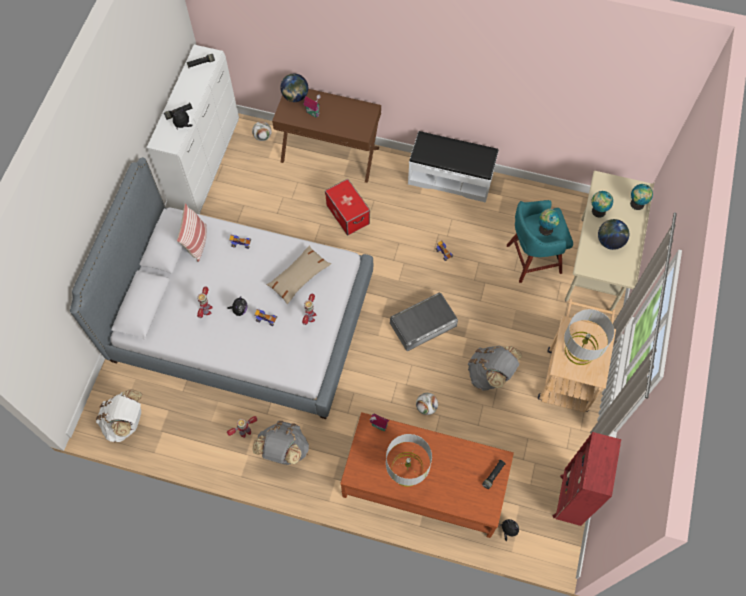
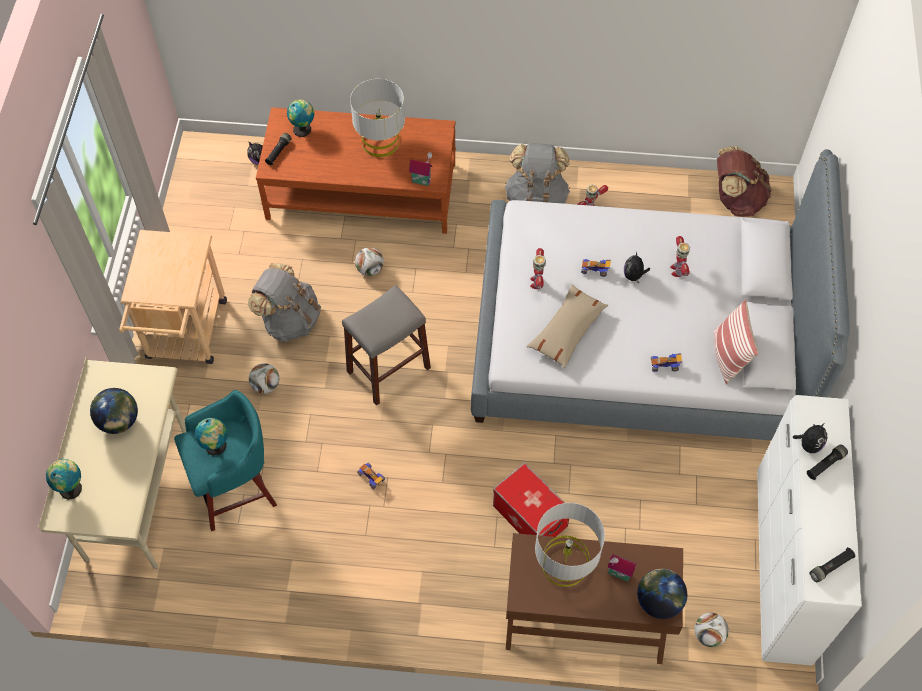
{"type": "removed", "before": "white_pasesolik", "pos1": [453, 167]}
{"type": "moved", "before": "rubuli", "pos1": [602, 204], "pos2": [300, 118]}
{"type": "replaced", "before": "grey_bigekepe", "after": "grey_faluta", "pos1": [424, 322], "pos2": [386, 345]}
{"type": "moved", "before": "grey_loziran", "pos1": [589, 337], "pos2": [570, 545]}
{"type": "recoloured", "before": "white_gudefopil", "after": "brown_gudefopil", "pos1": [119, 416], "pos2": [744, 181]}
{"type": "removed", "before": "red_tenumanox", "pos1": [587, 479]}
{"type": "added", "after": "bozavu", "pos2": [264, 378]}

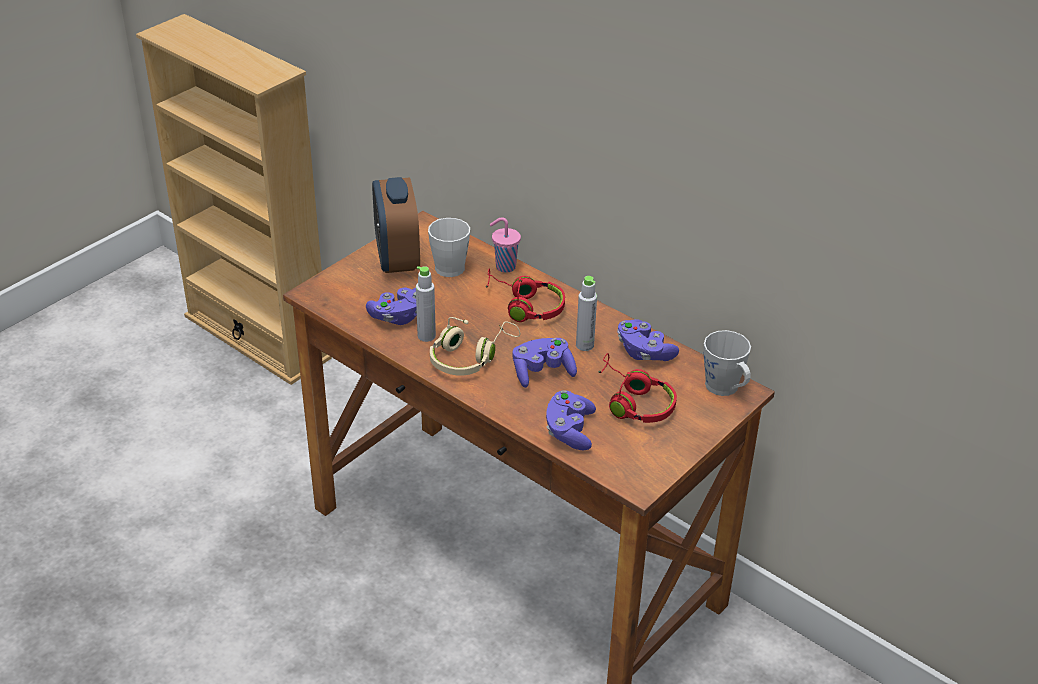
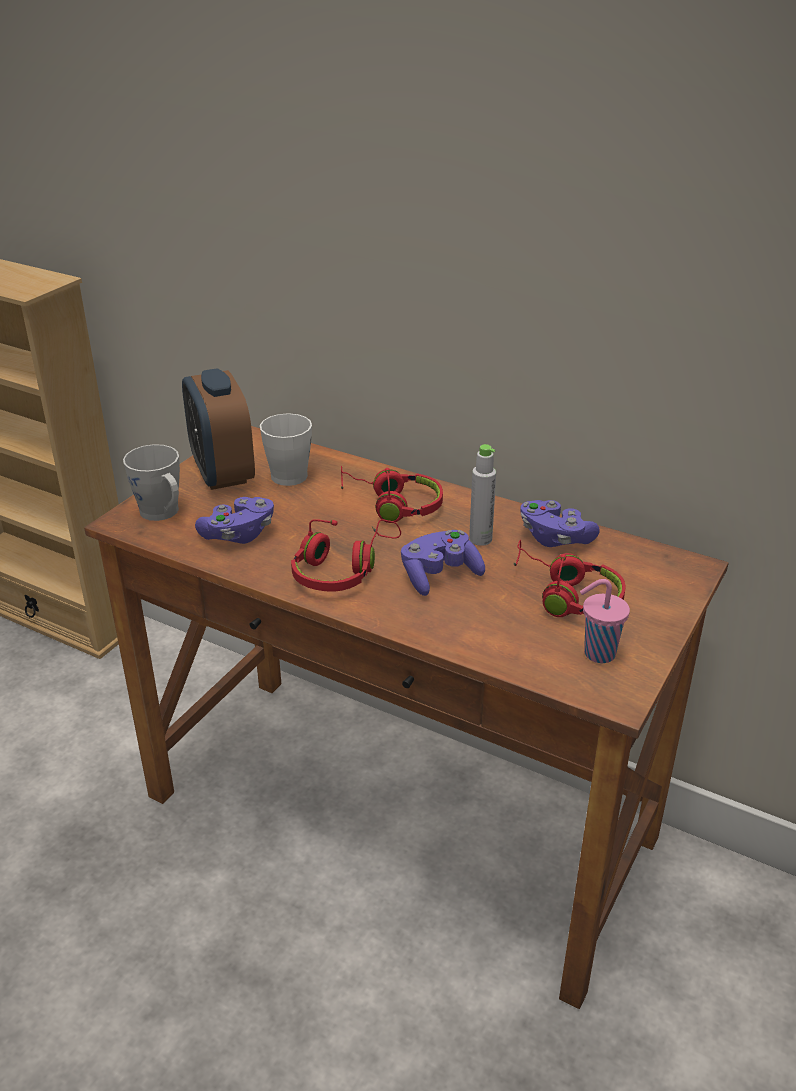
{"type": "moved", "before": "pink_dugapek", "pos1": [505, 245], "pos2": [605, 621]}
{"type": "removed", "before": "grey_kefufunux", "pos1": [426, 304]}
{"type": "recoloured", "before": "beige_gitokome", "after": "red_gitokome", "pos1": [475, 346], "pos2": [346, 555]}
{"type": "moved", "before": "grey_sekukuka", "pos1": [727, 363], "pos2": [151, 482]}
{"type": "removed", "before": "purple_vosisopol", "pos1": [571, 420]}

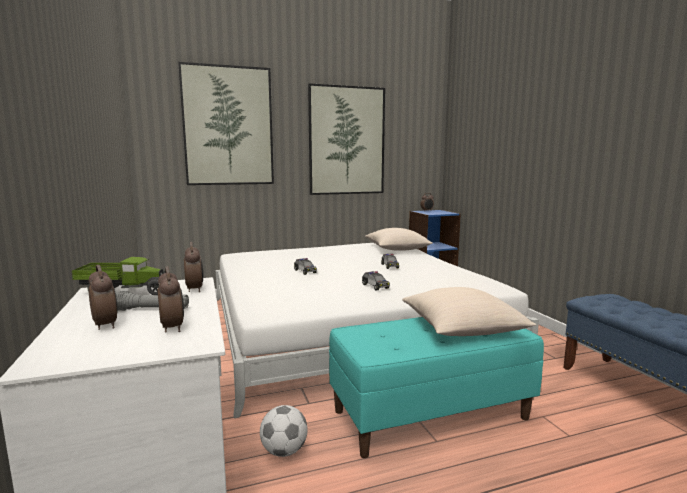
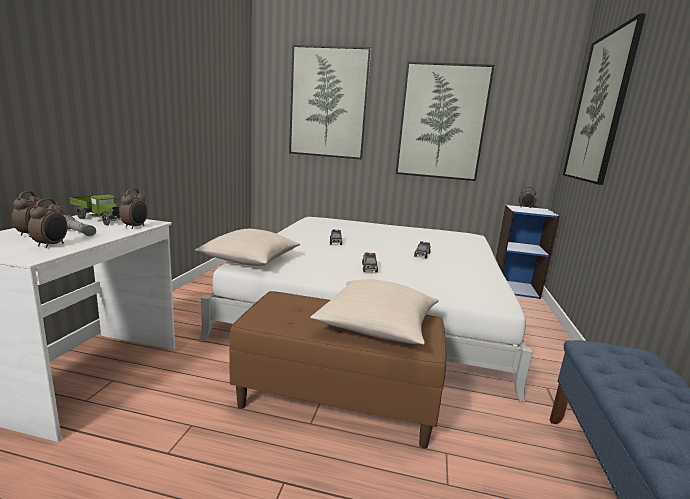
{"type": "moved", "before": "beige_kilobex", "pos1": [399, 239], "pos2": [247, 247]}
{"type": "recoloured", "before": "turquoise_pasesolik", "after": "brown_pasesolik", "pos1": [436, 387], "pos2": [337, 370]}
{"type": "removed", "before": "bozavu", "pos1": [284, 431]}
{"type": "added", "after": "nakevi", "pos2": [604, 99]}

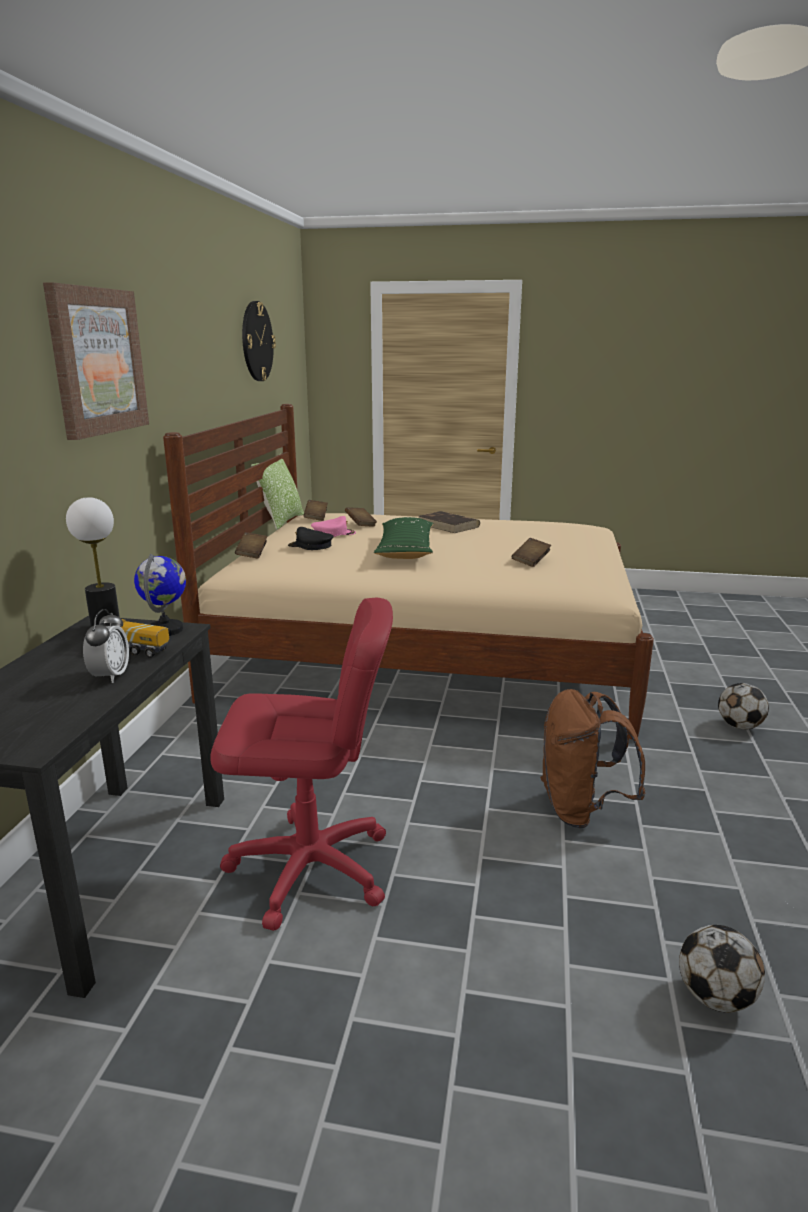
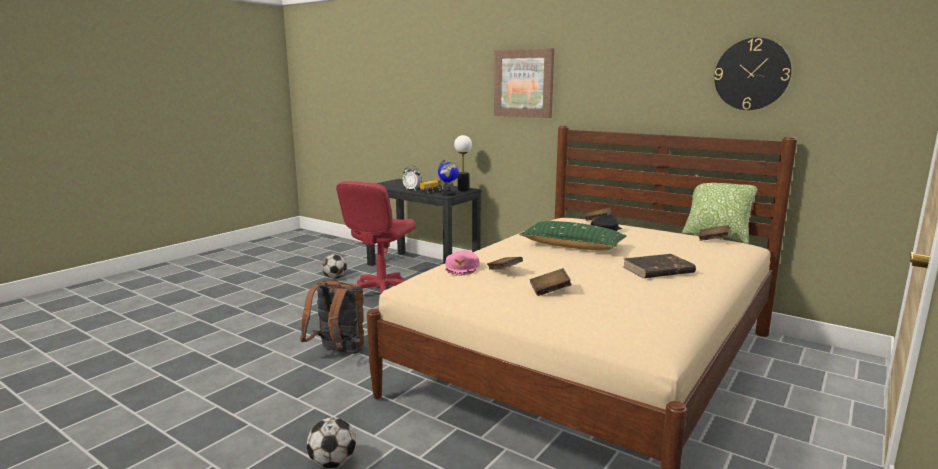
{"type": "moved", "before": "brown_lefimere", "pos1": [361, 517], "pos2": [551, 282]}
{"type": "moved", "before": "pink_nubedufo", "pos1": [333, 526], "pos2": [462, 263]}
{"type": "moved", "before": "bozavu", "pos1": [722, 969], "pos2": [334, 266]}

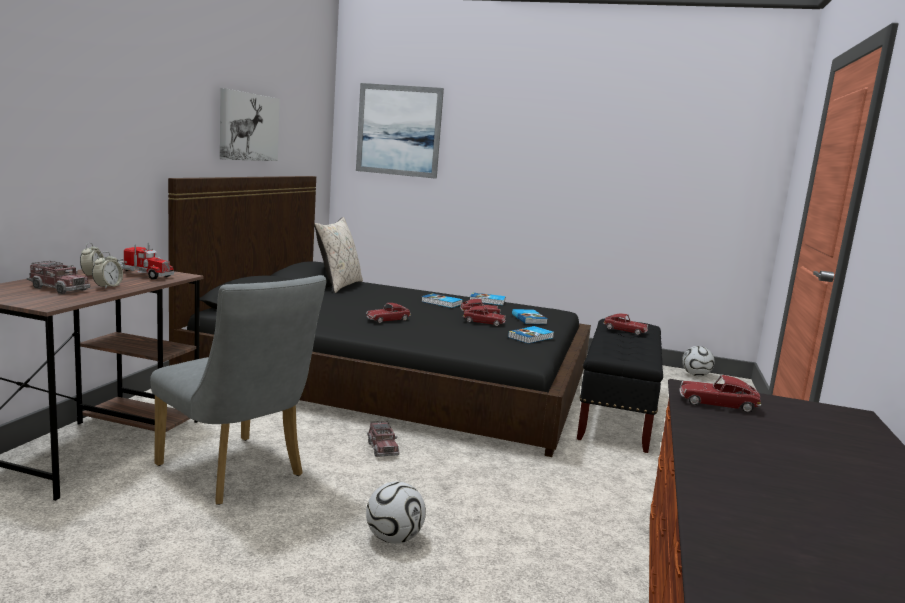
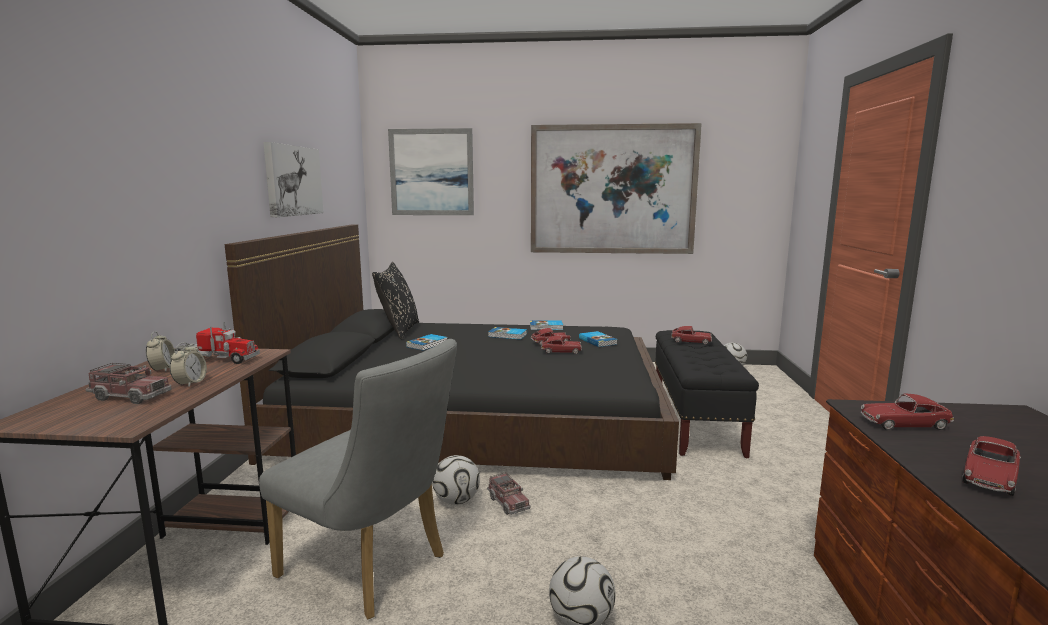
{"type": "recoloured", "before": "beige_kilobex", "after": "black_kilobex", "pos1": [338, 255], "pos2": [395, 300]}
{"type": "moved", "before": "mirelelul", "pos1": [388, 313], "pos2": [991, 466]}
{"type": "moved", "before": "lefimere", "pos1": [531, 335], "pos2": [426, 342]}
{"type": "added", "after": "nakevi", "pos2": [616, 188]}
{"type": "added", "after": "bozavu", "pos2": [456, 480]}

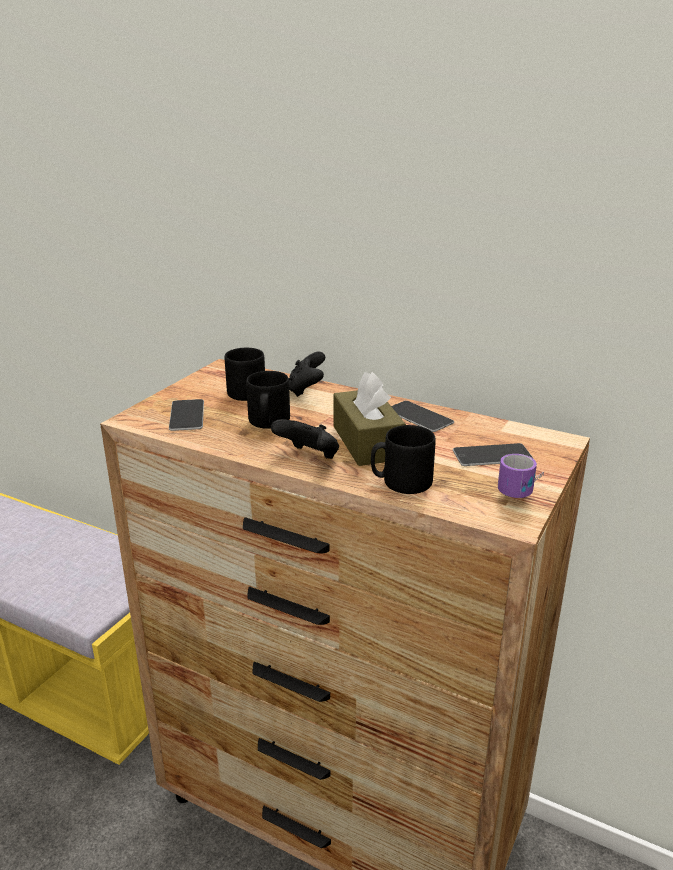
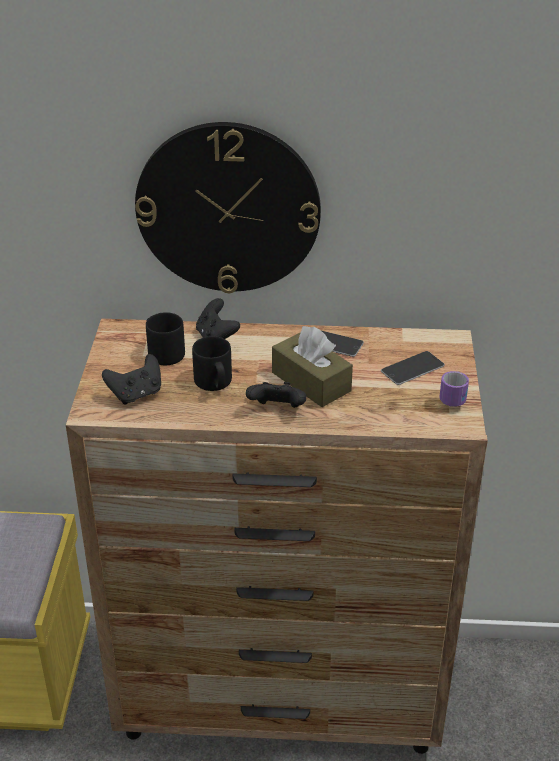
{"type": "replaced", "before": "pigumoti", "after": "black_vosisopol", "pos1": [186, 415], "pos2": [131, 379]}
{"type": "removed", "before": "black_sekukuka", "pos1": [403, 459]}
{"type": "added", "after": "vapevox", "pos2": [228, 207]}

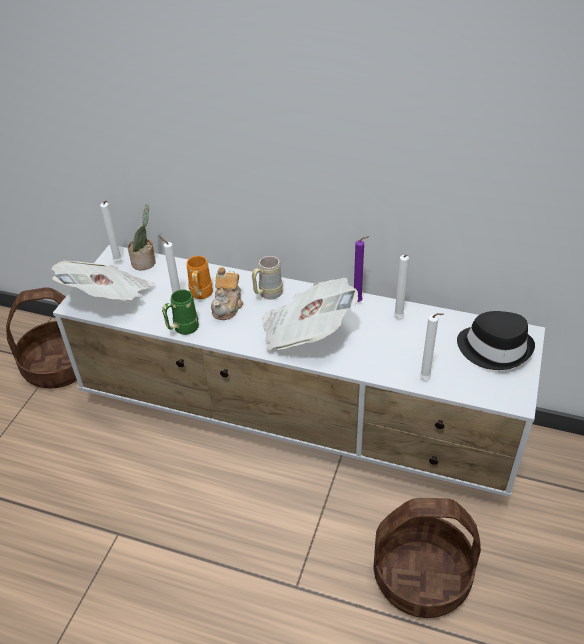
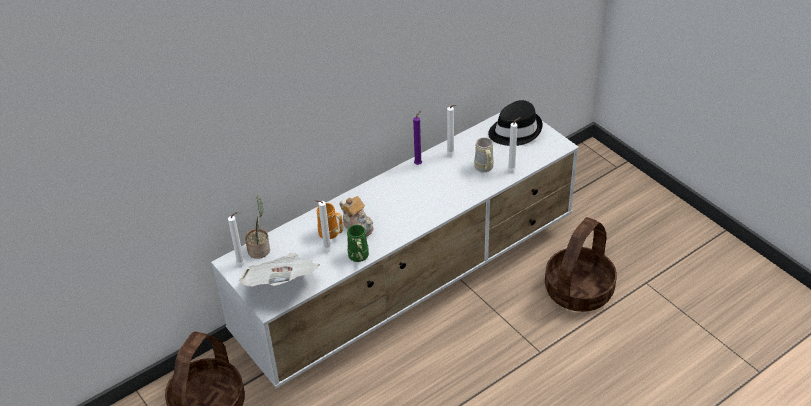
{"type": "moved", "before": "beige_sekukuka", "pos1": [267, 278], "pos2": [484, 154]}
{"type": "removed", "before": "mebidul", "pos1": [310, 314]}

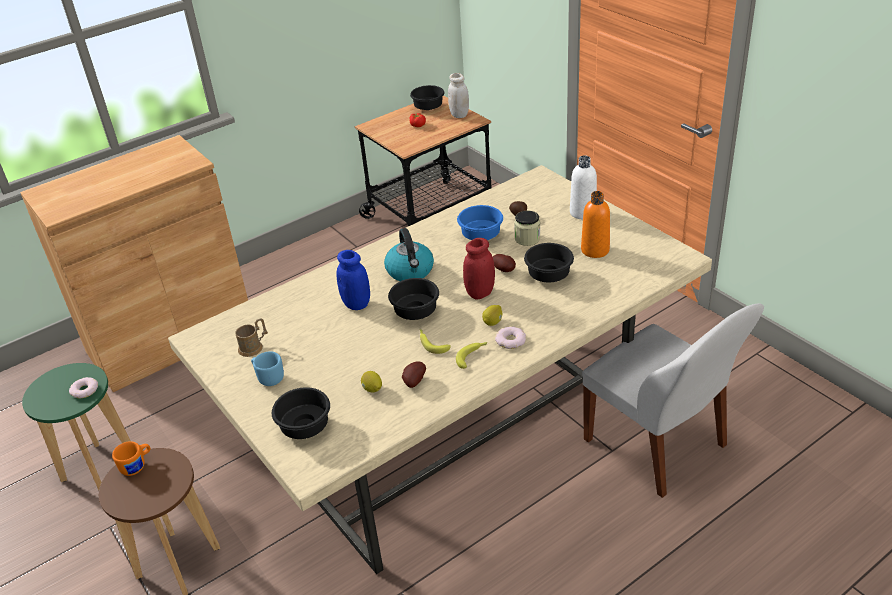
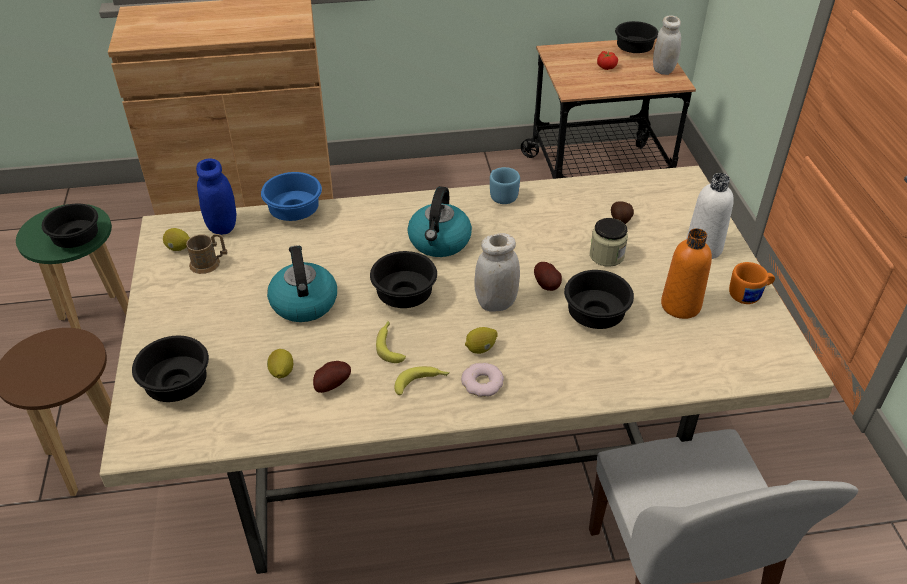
{"type": "moved", "before": "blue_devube", "pos1": [480, 222], "pos2": [291, 196]}
{"type": "recoloured", "before": "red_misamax", "after": "white_misamax", "pos1": [479, 269], "pos2": [497, 272]}
{"type": "moved", "before": "blue_misamax", "pos1": [353, 280], "pos2": [216, 197]}
{"type": "moved", "before": "blue_sekukuka", "pos1": [267, 368], "pos2": [505, 185]}
{"type": "replaced", "before": "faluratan", "after": "black_devube", "pos1": [83, 387], "pos2": [70, 225]}
{"type": "moved", "before": "orange_sekukuka", "pos1": [131, 458], "pos2": [752, 283]}
{"type": "added", "after": "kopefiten", "pos2": [176, 239]}
{"type": "added", "after": "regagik", "pos2": [302, 283]}

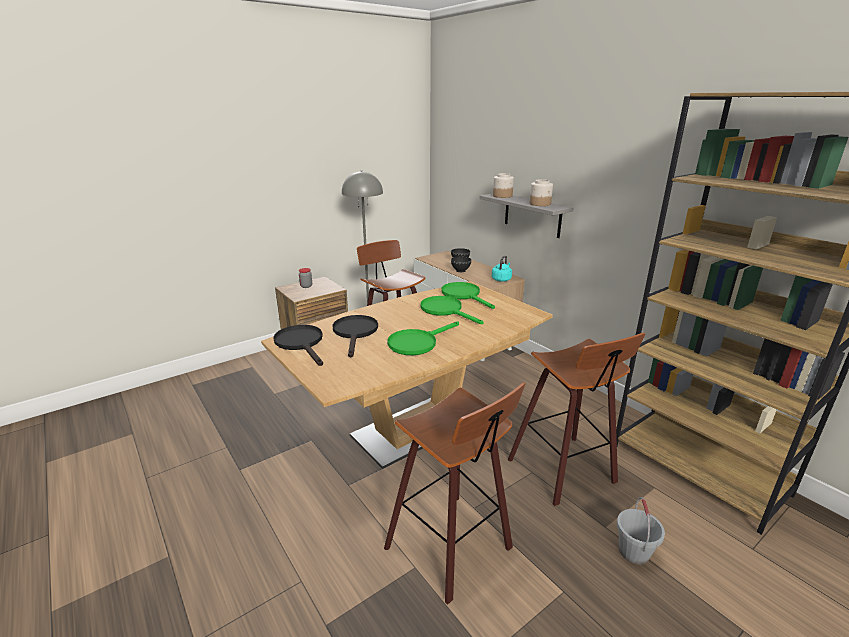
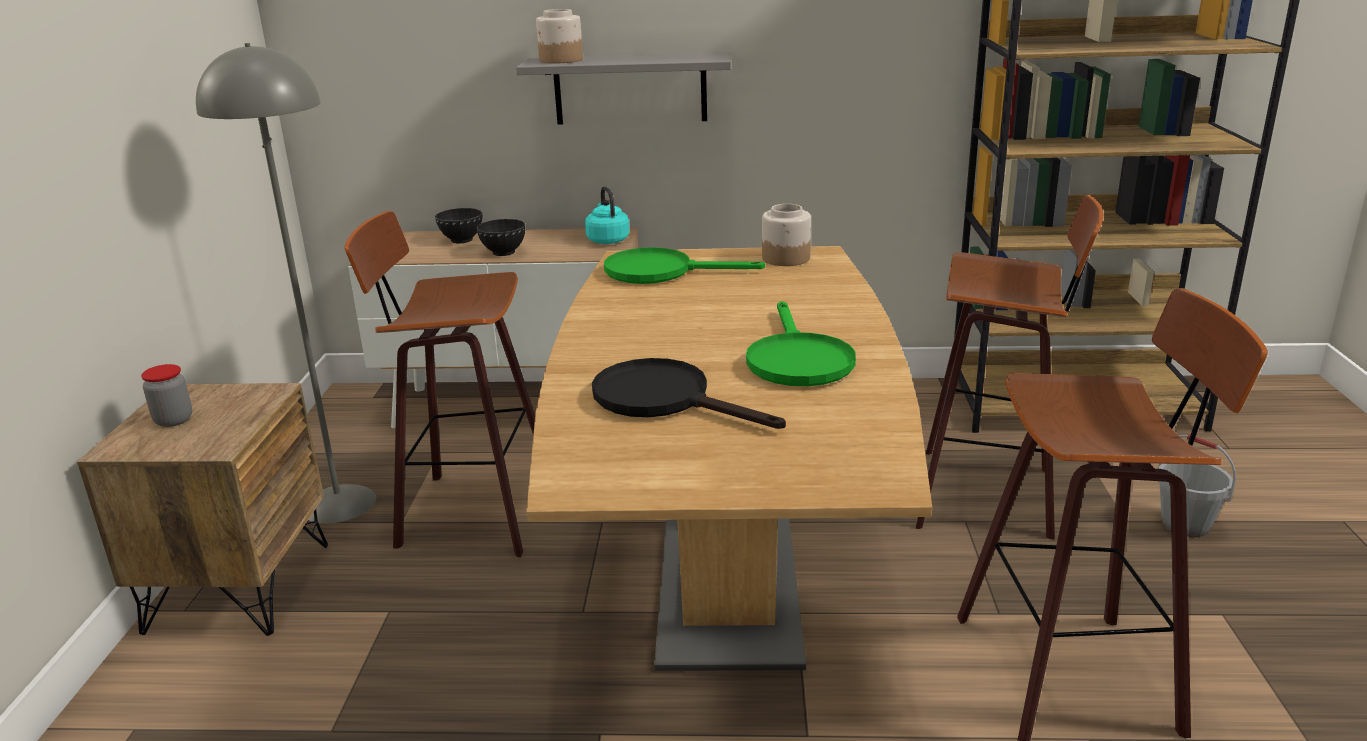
{"type": "moved", "before": "misamax", "pos1": [541, 192], "pos2": [786, 235]}
{"type": "removed", "before": "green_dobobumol", "pos1": [451, 310]}
{"type": "removed", "before": "black_dobobumol", "pos1": [298, 345]}

